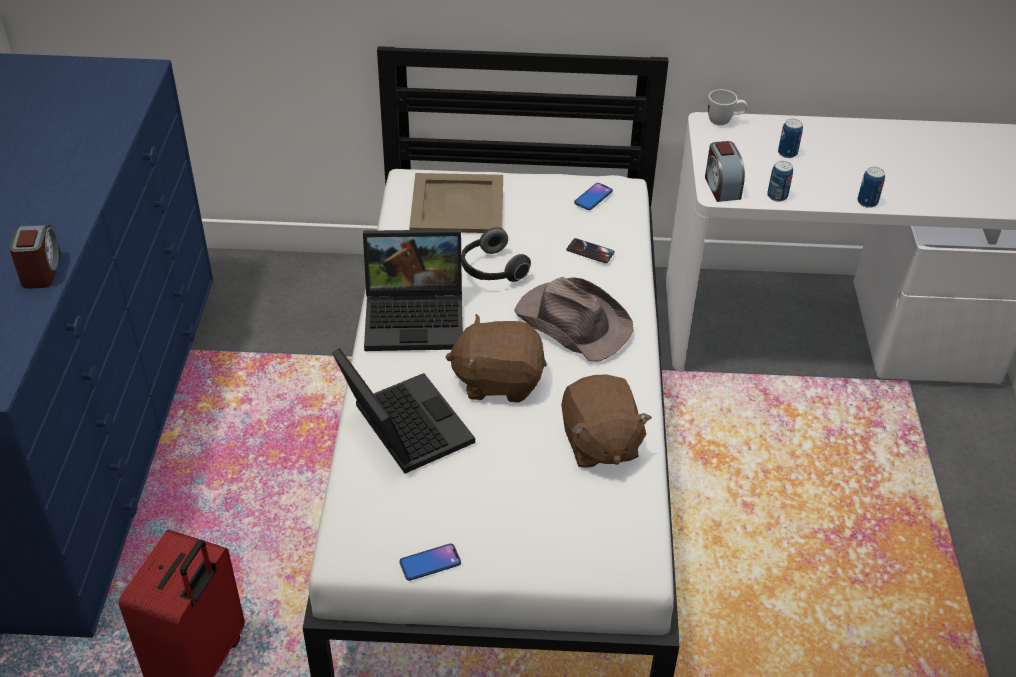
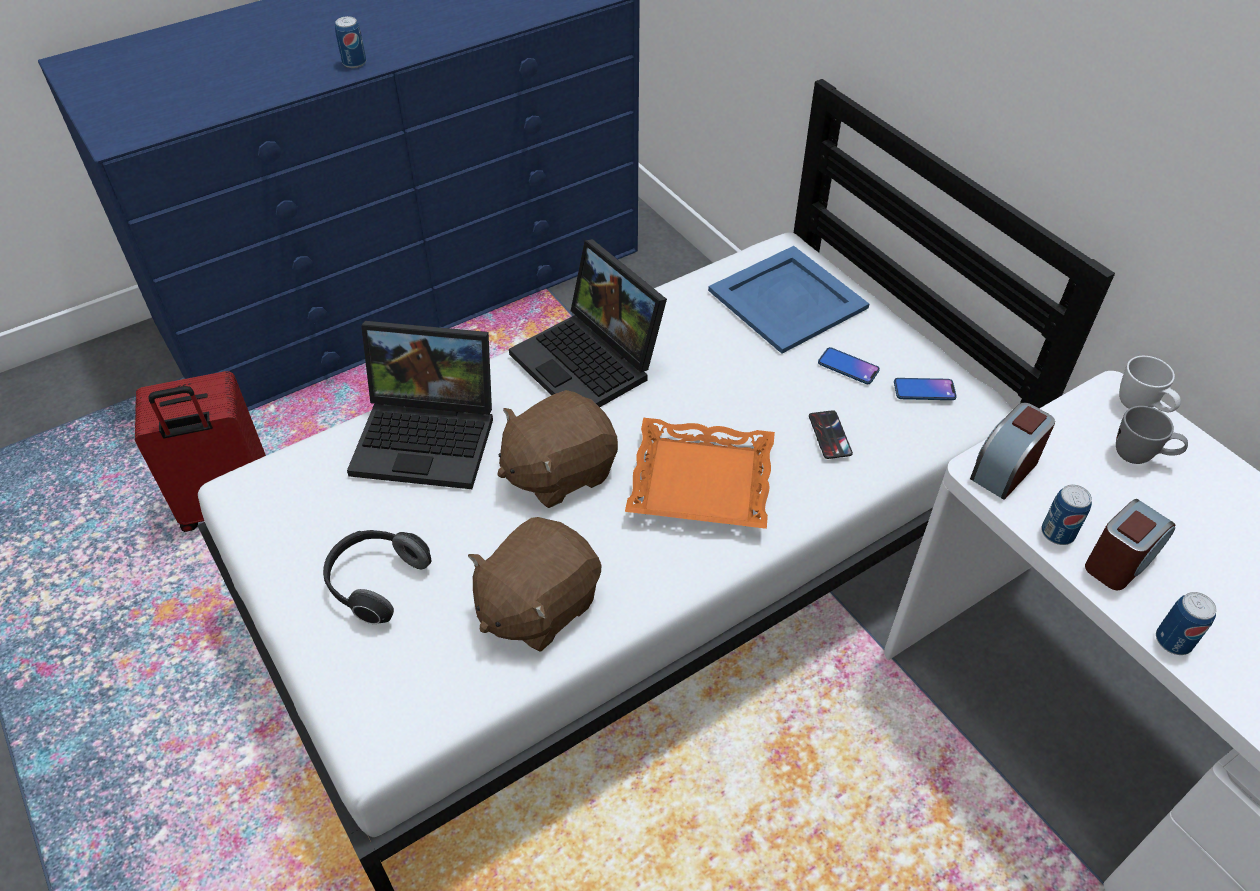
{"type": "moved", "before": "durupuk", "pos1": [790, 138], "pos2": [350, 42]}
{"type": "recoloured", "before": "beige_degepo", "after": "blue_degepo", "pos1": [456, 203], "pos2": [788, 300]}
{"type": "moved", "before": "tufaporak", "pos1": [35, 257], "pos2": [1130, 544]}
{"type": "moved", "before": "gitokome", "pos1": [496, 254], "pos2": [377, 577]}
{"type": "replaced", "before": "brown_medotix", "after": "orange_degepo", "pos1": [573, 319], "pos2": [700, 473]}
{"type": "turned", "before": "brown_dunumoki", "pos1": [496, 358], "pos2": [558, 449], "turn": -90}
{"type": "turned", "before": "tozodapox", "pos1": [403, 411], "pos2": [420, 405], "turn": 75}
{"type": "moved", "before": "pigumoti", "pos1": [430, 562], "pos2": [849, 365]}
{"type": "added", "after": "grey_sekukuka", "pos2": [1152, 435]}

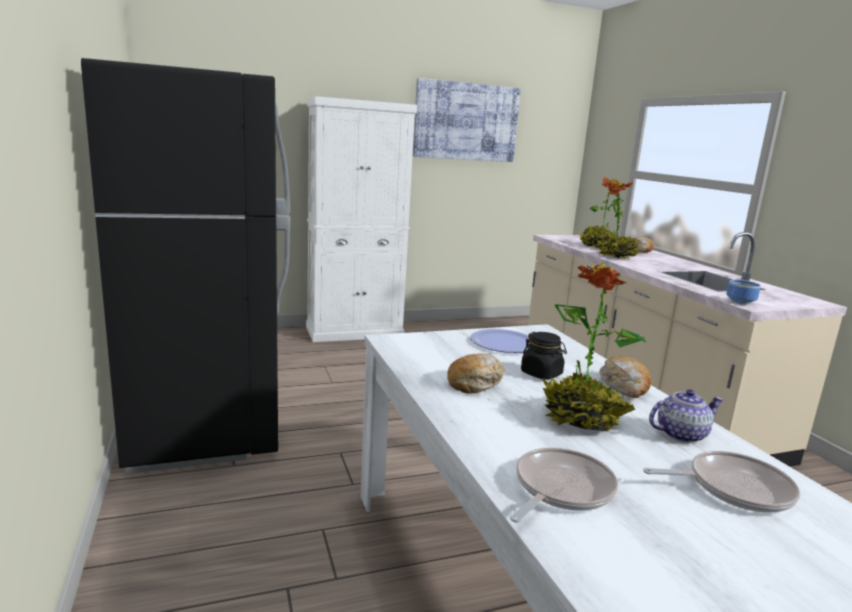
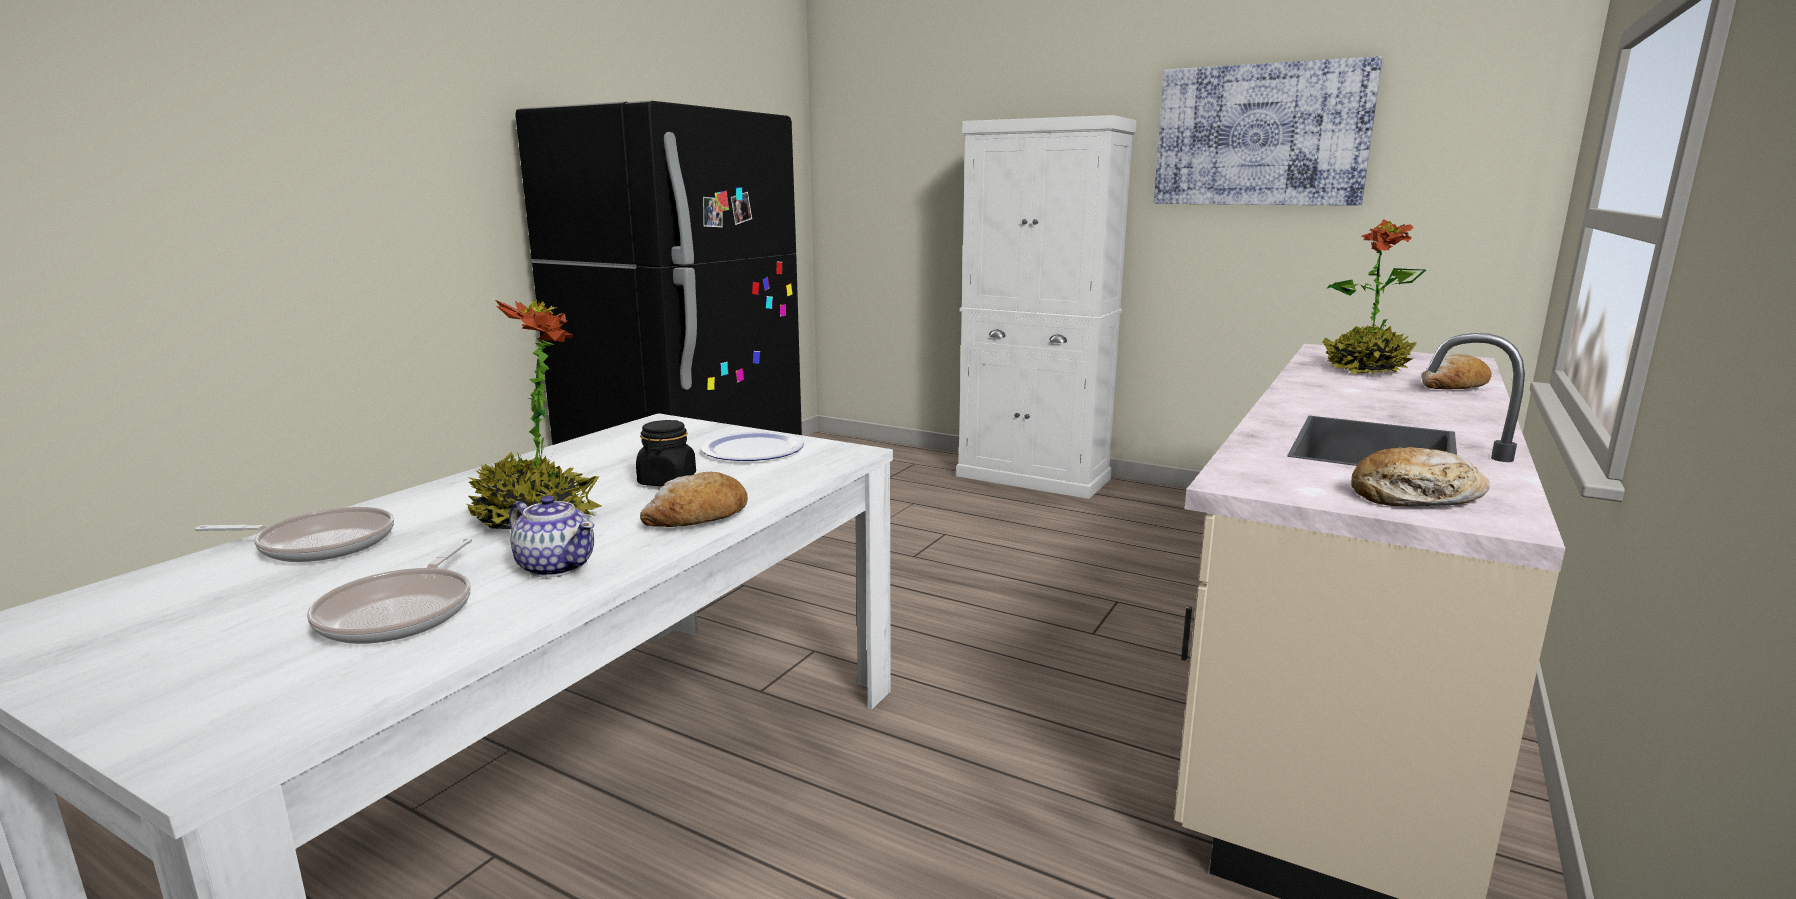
{"type": "removed", "before": "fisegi", "pos1": [618, 219]}
{"type": "removed", "before": "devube", "pos1": [743, 292]}
{"type": "moved", "before": "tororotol", "pos1": [475, 373], "pos2": [1420, 476]}
{"type": "turned", "before": "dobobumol", "pos1": [721, 481], "pos2": [389, 591], "turn": 45}

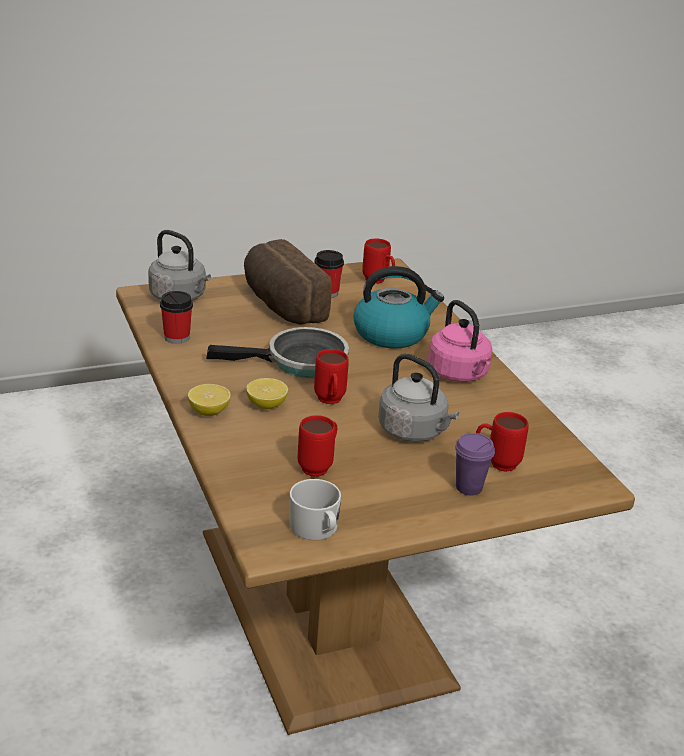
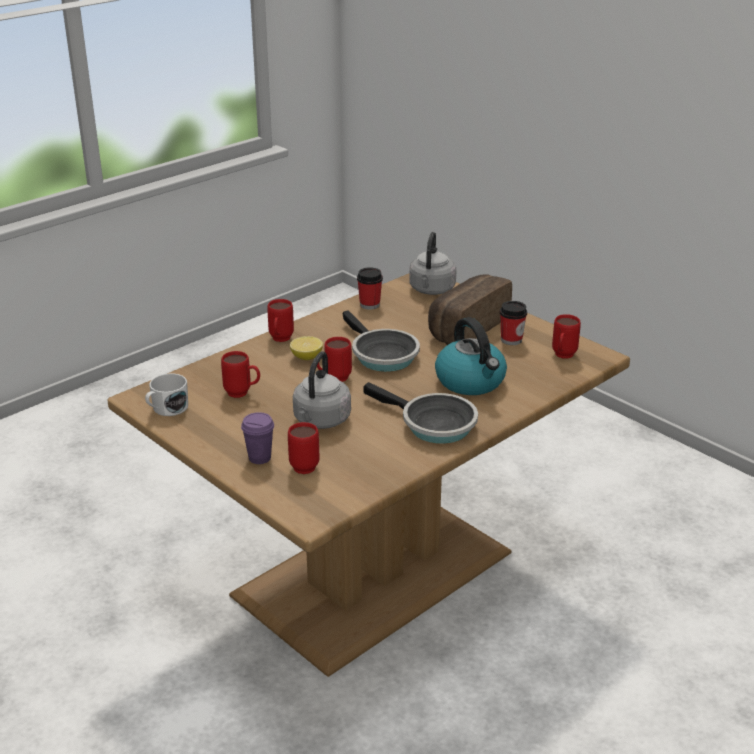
{"type": "replaced", "before": "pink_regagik", "after": "dobobumol", "pos1": [460, 341], "pos2": [420, 413]}
{"type": "replaced", "before": "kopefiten", "after": "red_sekukuka", "pos1": [209, 400], "pos2": [280, 320]}

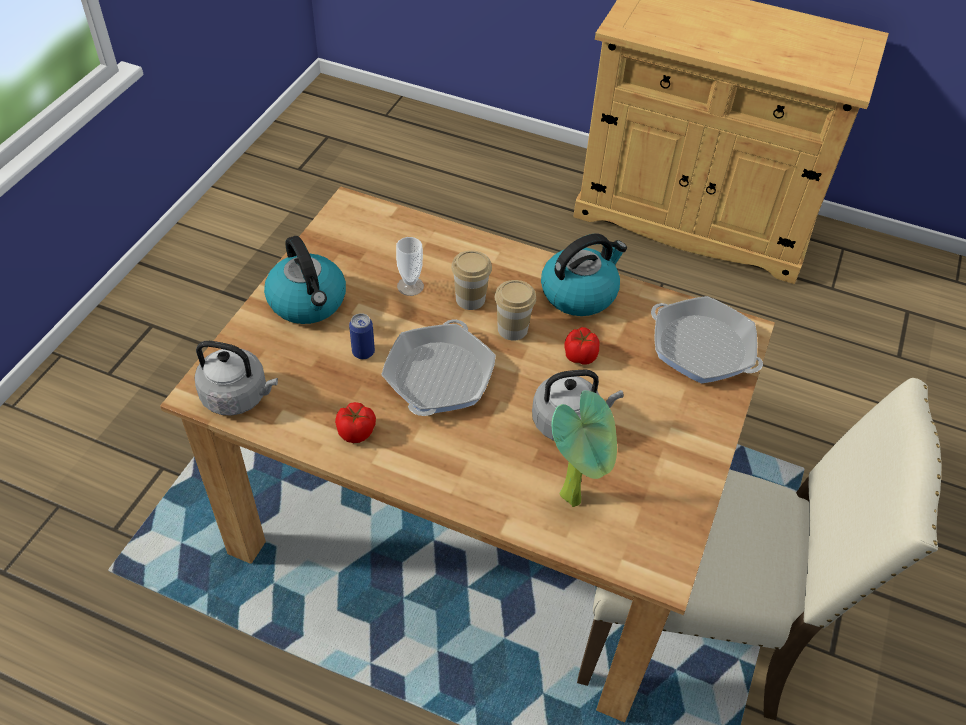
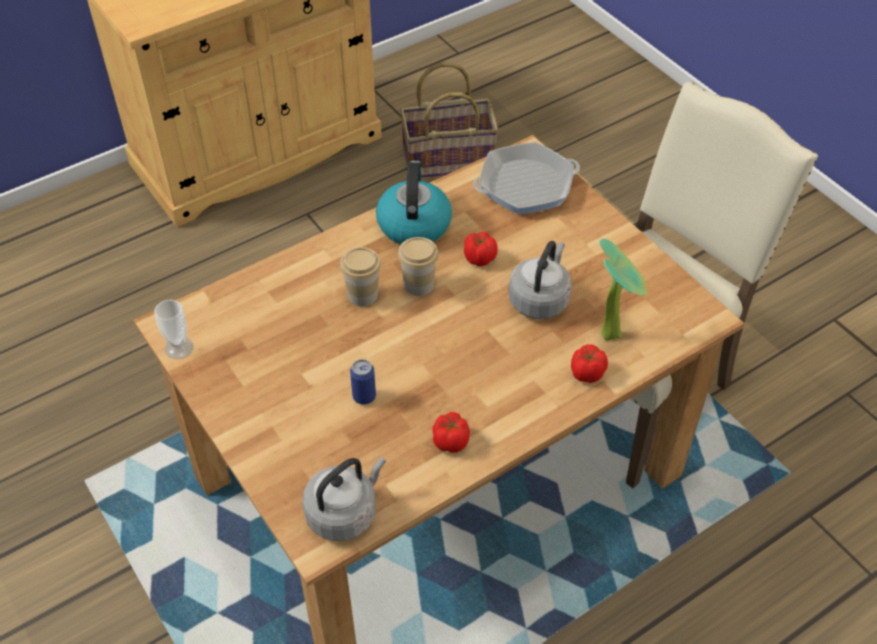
{"type": "removed", "before": "regagik", "pos1": [305, 280]}
{"type": "moved", "before": "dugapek", "pos1": [410, 266], "pos2": [173, 329]}
{"type": "removed", "before": "dobobumol", "pos1": [438, 367]}
{"type": "added", "after": "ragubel", "pos2": [449, 120]}
{"type": "added", "after": "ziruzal", "pos2": [589, 363]}

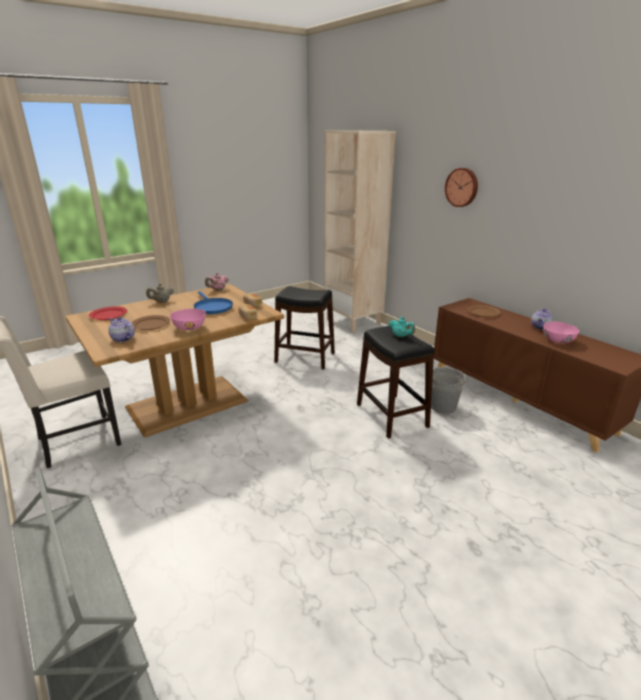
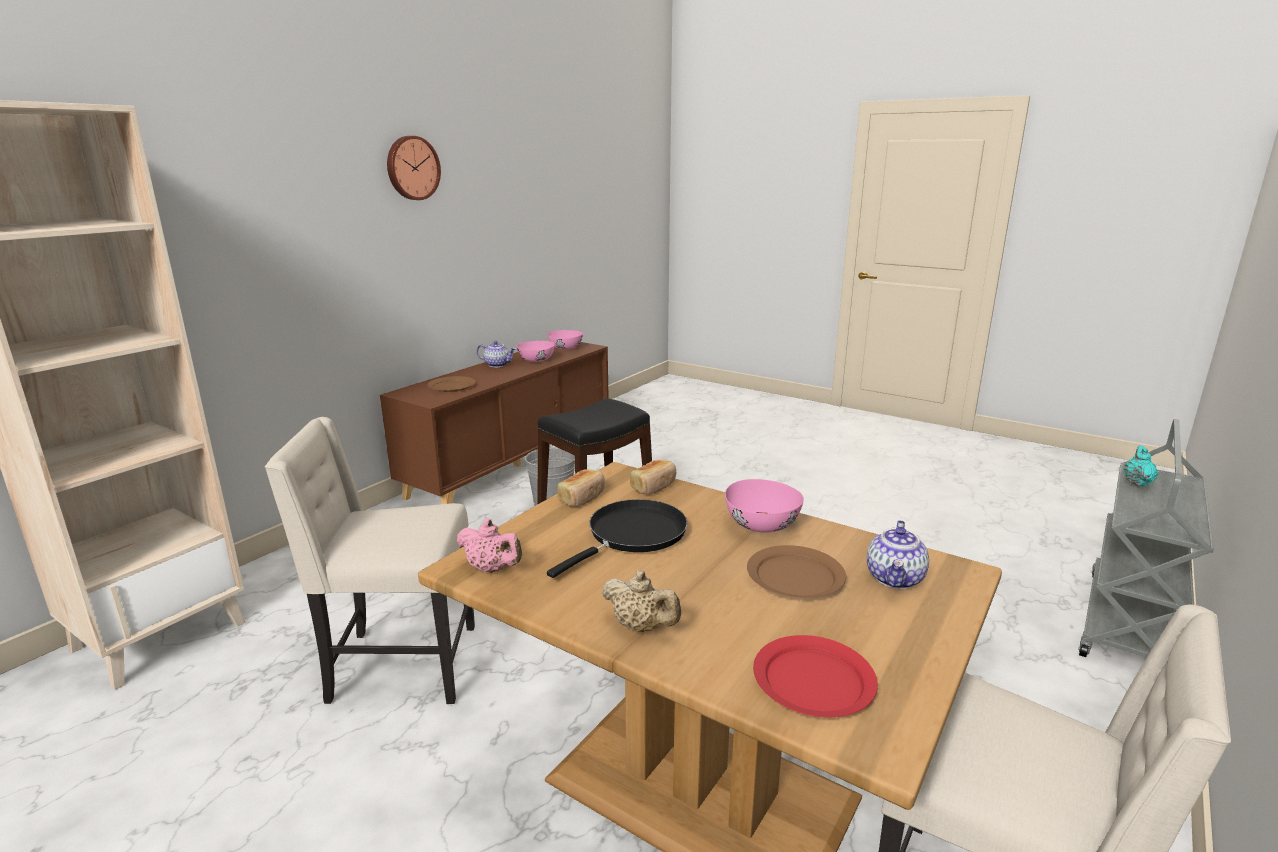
{"type": "moved", "before": "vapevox", "pos1": [461, 187], "pos2": [414, 168]}
{"type": "replaced", "before": "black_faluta", "after": "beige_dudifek", "pos1": [304, 327], "pos2": [369, 560]}
{"type": "recoloured", "before": "blue_dobobumol", "after": "black_dobobumol", "pos1": [213, 302], "pos2": [617, 538]}
{"type": "moved", "before": "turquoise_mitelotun", "pos1": [402, 327], "pos2": [1141, 465]}
{"type": "added", "after": "pink_devube", "pos2": [565, 340]}

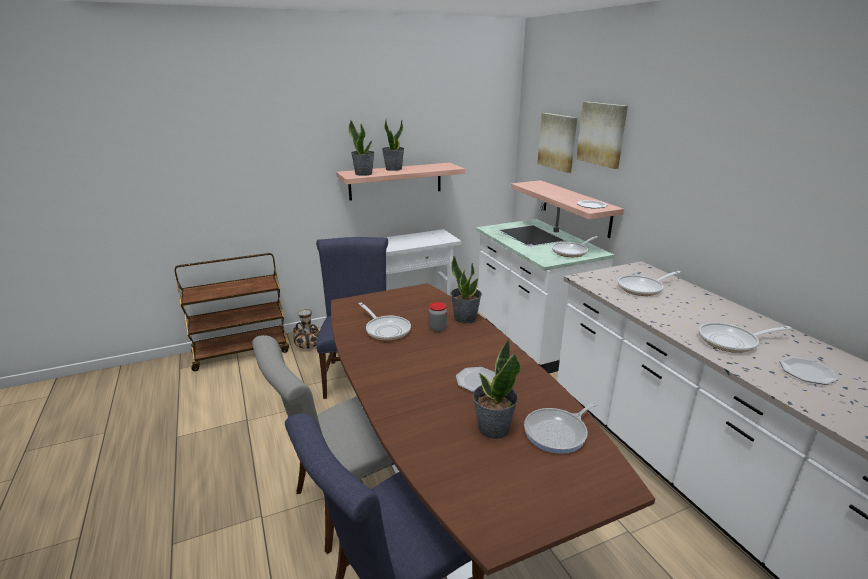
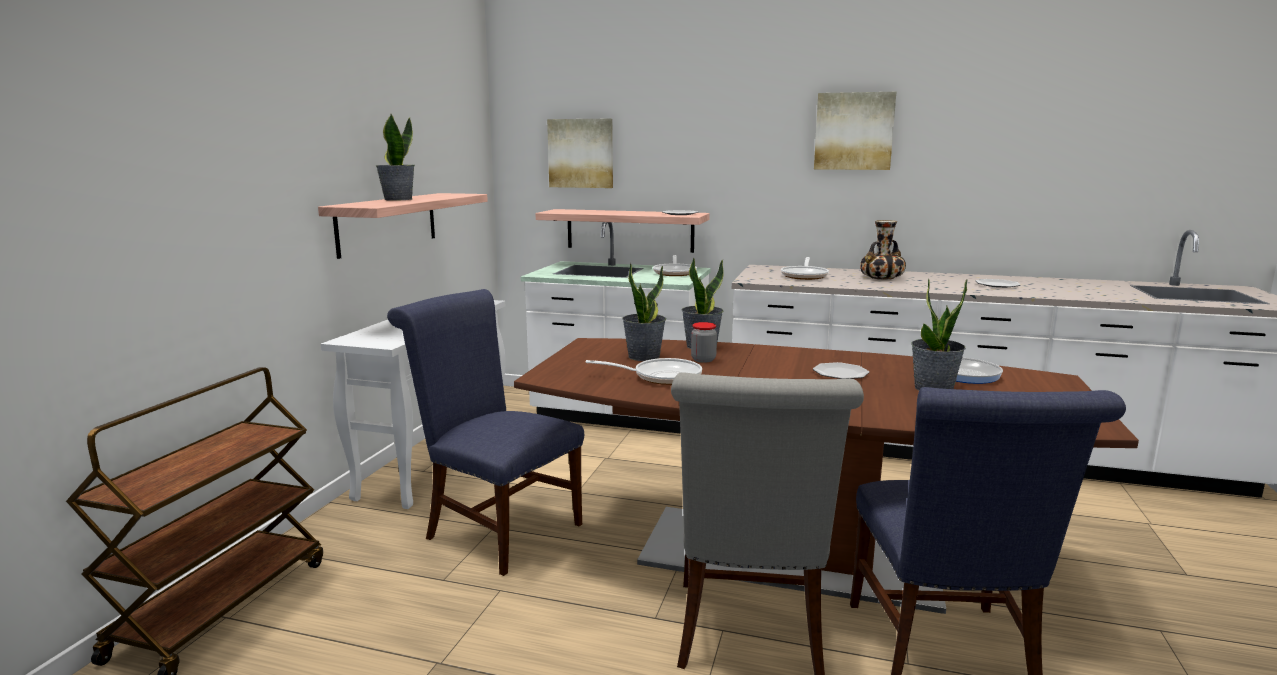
{"type": "moved", "before": "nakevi", "pos1": [602, 135], "pos2": [855, 131]}
{"type": "moved", "before": "fisegi", "pos1": [361, 148], "pos2": [644, 312]}
{"type": "moved", "before": "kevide", "pos1": [306, 329], "pos2": [883, 250]}
{"type": "removed", "before": "dobobumol", "pos1": [745, 338]}

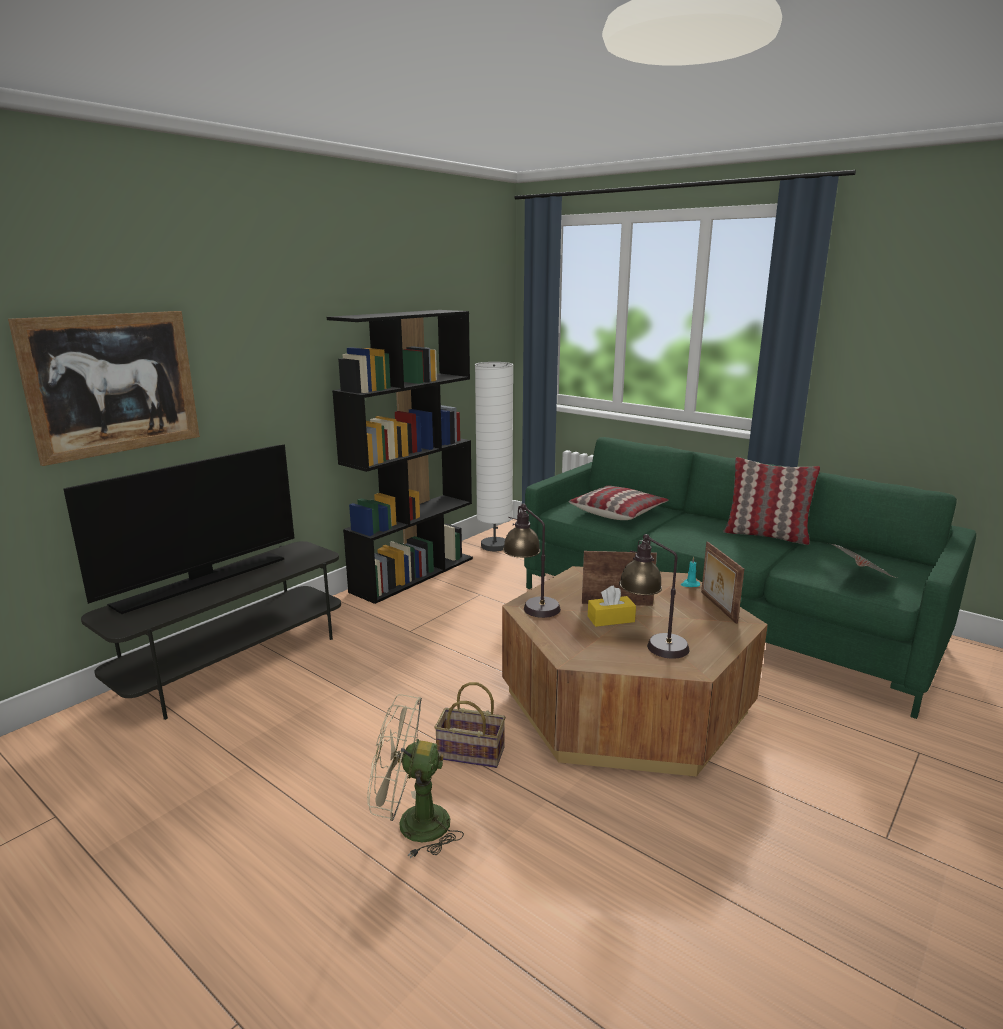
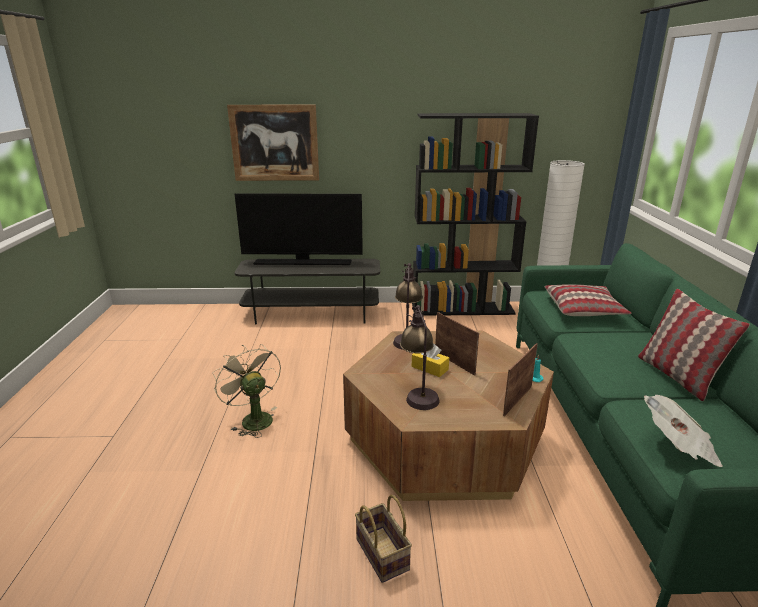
{"type": "moved", "before": "ragubel", "pos1": [470, 725], "pos2": [383, 539]}

